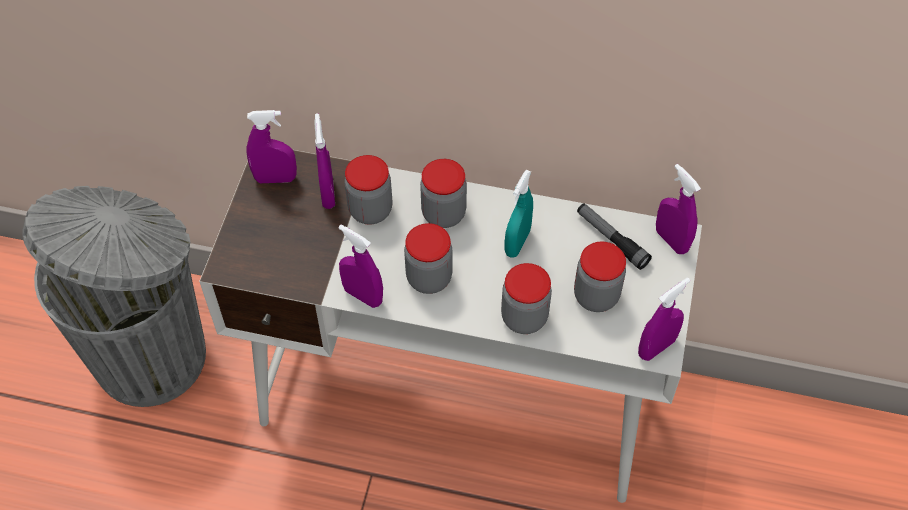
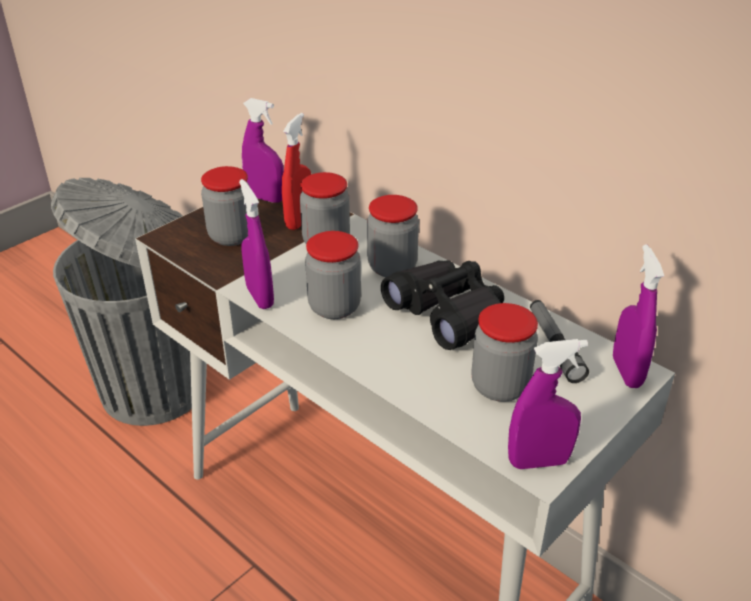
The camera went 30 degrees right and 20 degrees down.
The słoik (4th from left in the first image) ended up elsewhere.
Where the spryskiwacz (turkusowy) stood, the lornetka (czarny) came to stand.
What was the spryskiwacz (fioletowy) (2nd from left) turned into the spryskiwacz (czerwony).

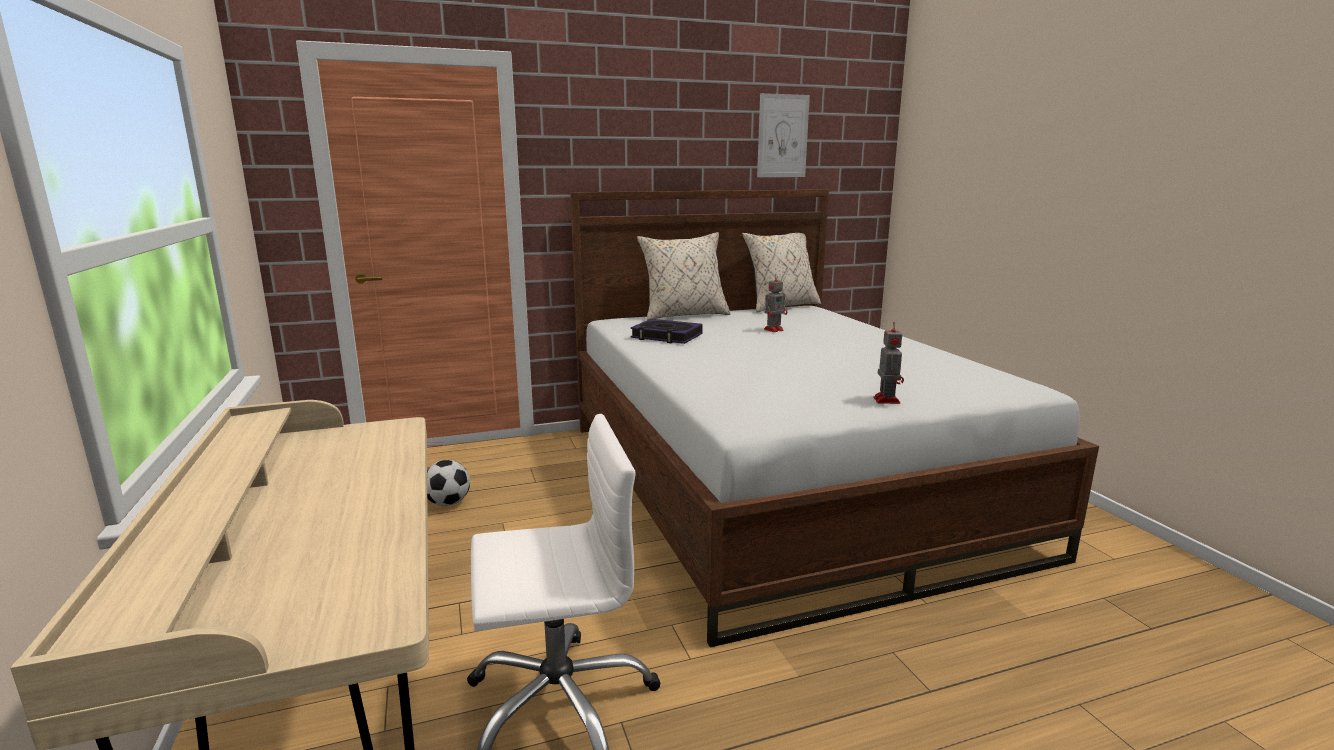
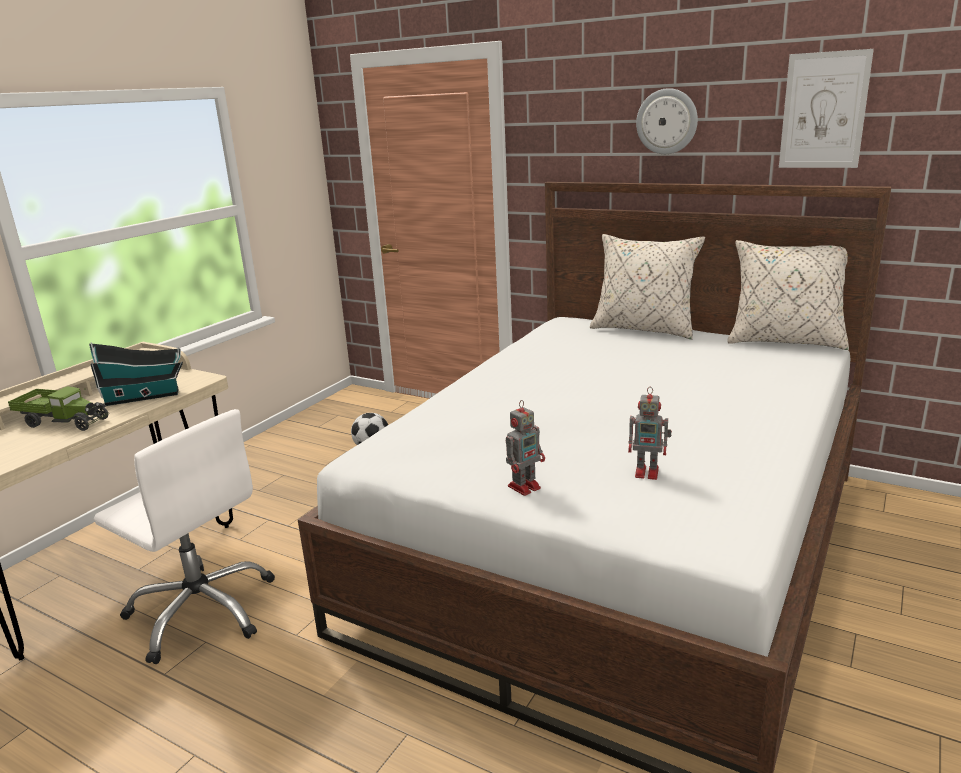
The camera went 50 degrees right and 5 degrees up.
The second view lost the książka.
The second view gained the ciężarówka zabawkowa.
The second view gained the domek.
The second view gained the zegar ścienny.
The robot zabawkowy (1st from left in the first image) ended up elsewhere.

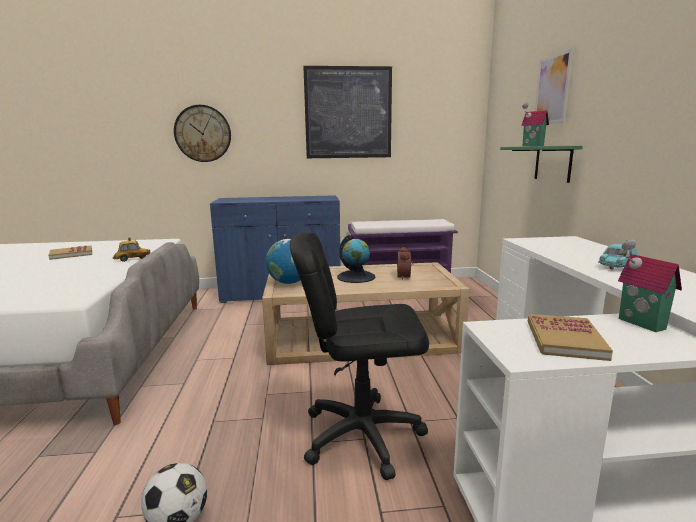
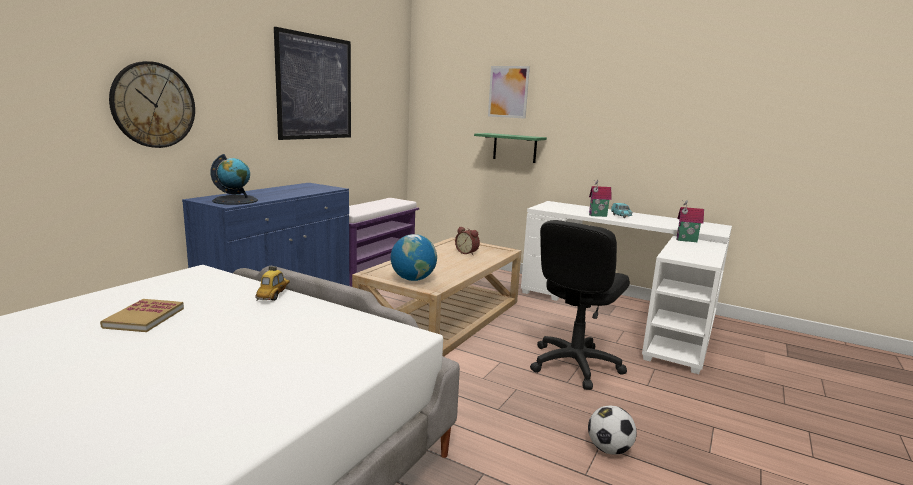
The camera went 55 degrees left and 0 degrees up.
The second view lost the książka (2nd from left).
The globus (2nd from left in the first image) ended up elsewhere.
The domek (1st from left) ended up elsewhere.

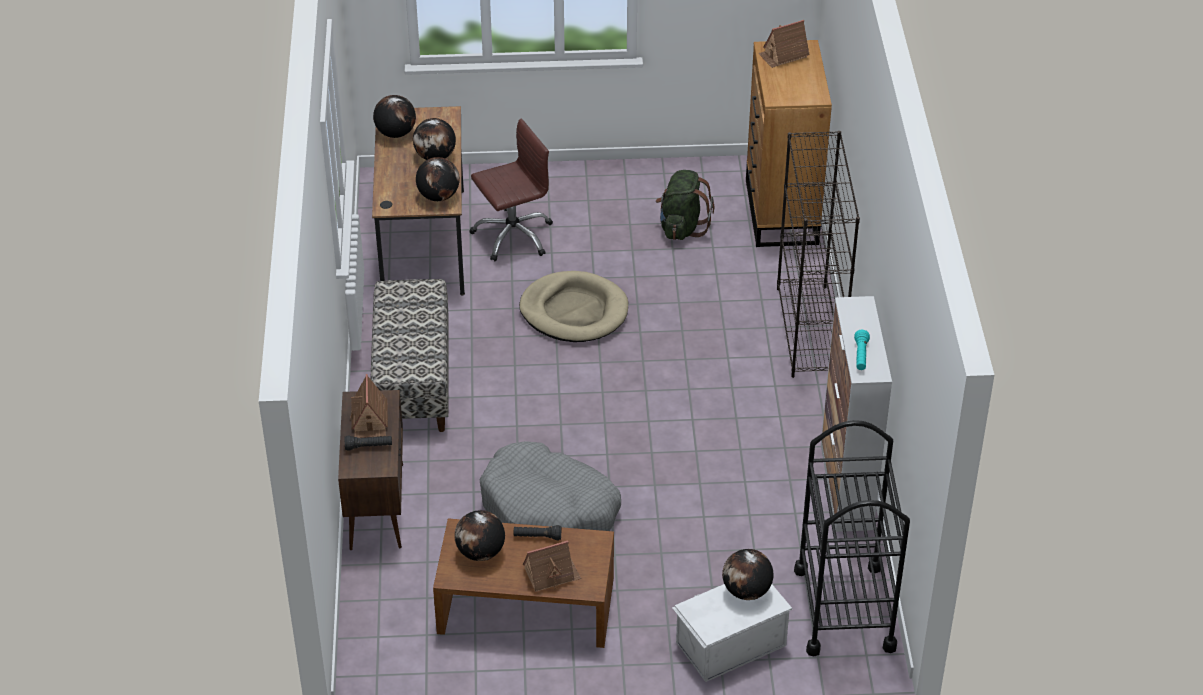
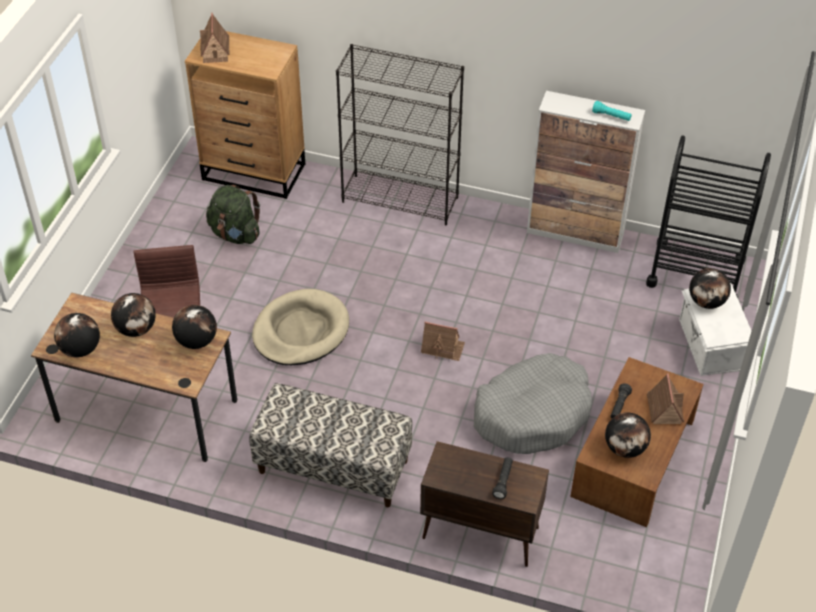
The camera went 70 degrees left and 5 degrees up.
The domek (1st from left in the first image) ended up elsewhere.

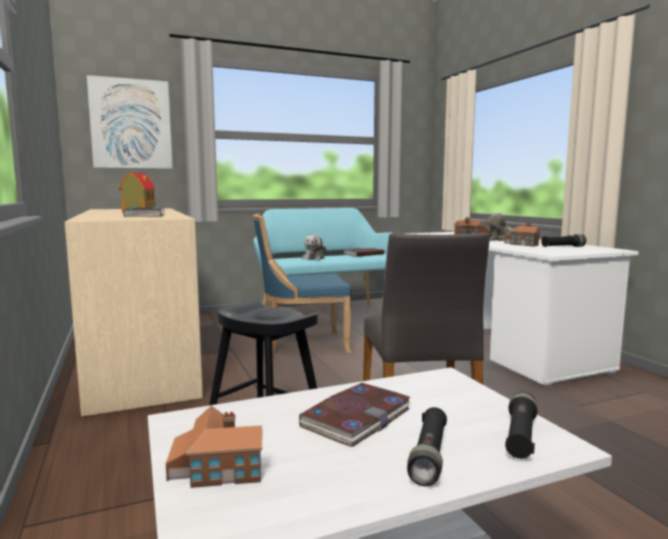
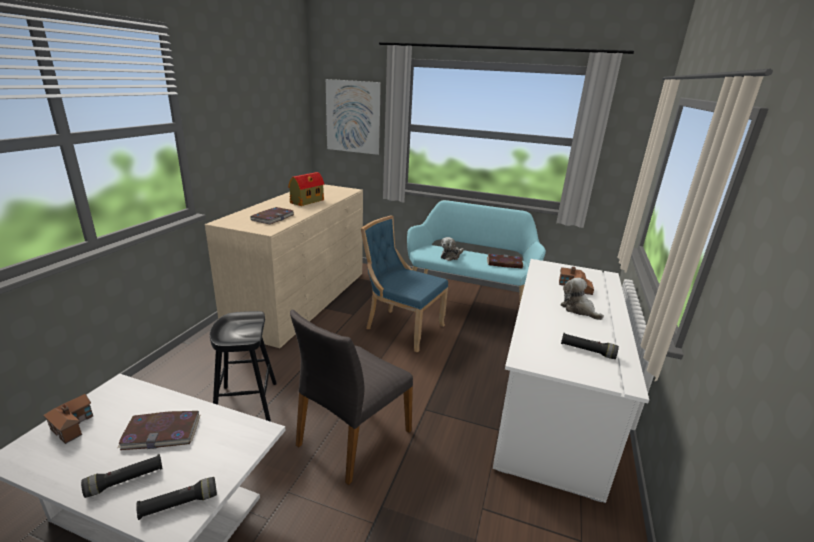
The camera went 40 degrees right and 15 degrees up.
The second view lost the domek (4th from left).

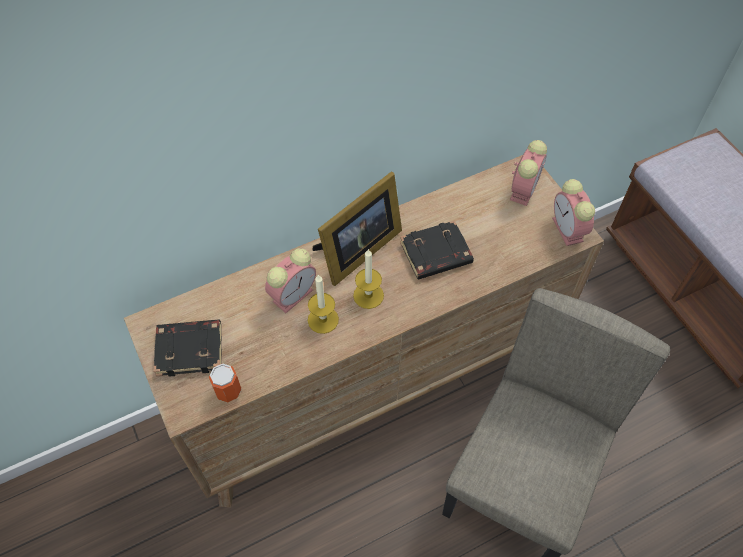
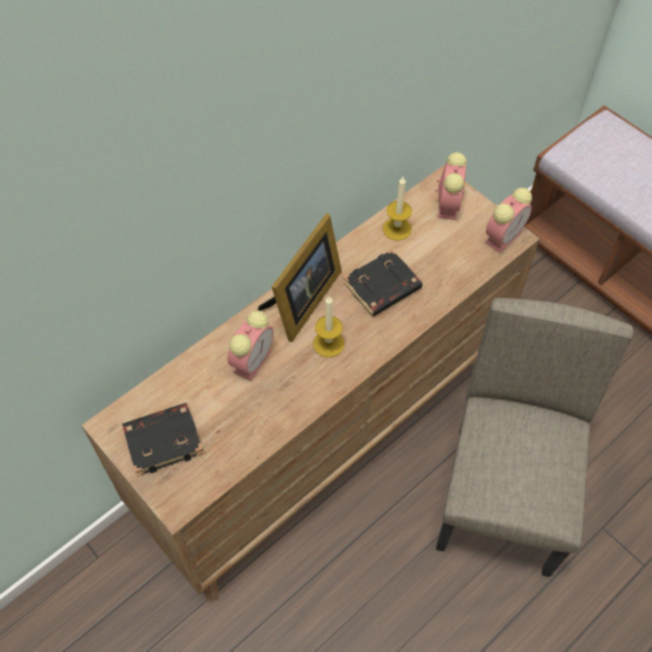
The camera went 15 degrees left and 0 degrees up.
The second view lost the puszka.
The świeca (1st from left in the first image) ended up elsewhere.
The budzik (3rd from left) ended up facing another way, 105 degrees counterclockwise from before.

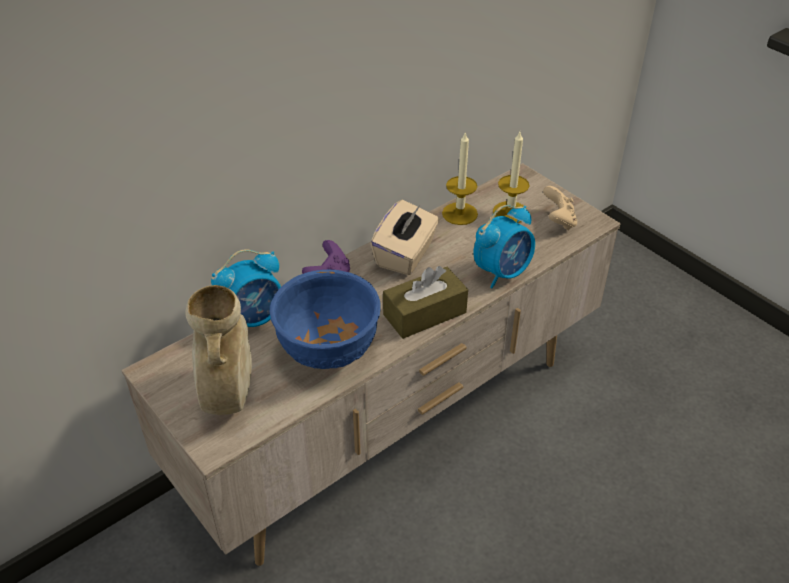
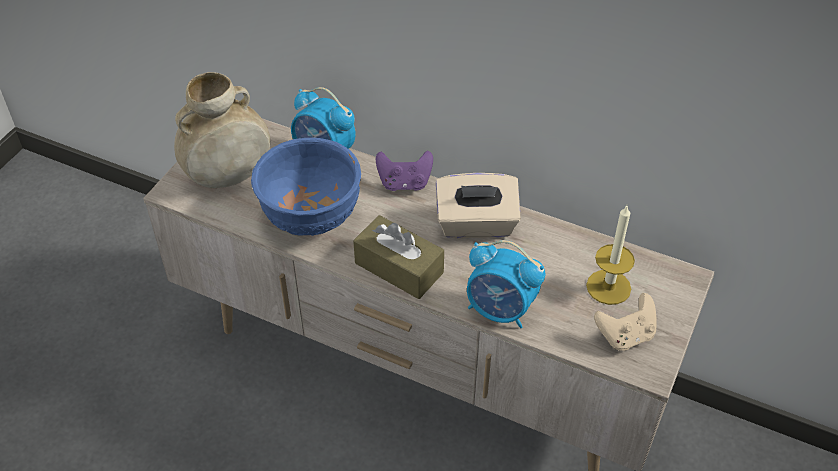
The camera went 65 degrees right and 5 degrees up.
The second view lost the świeca (1st from left).

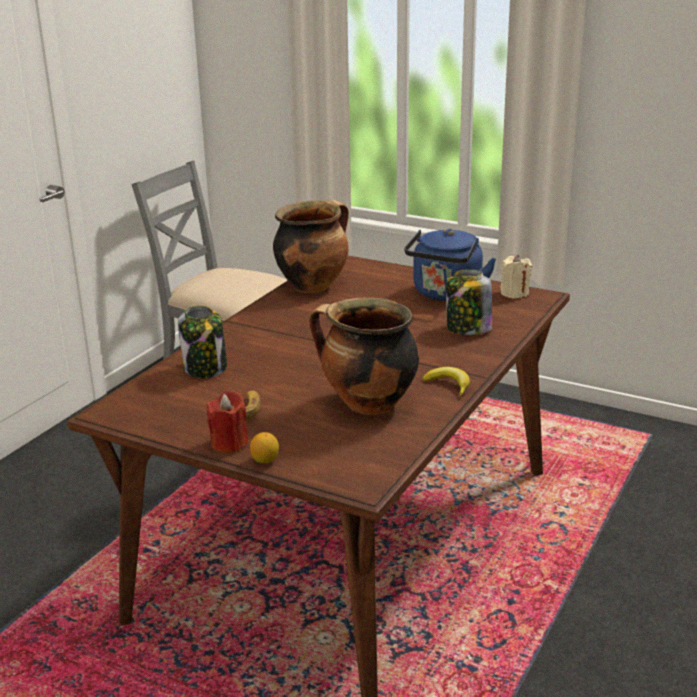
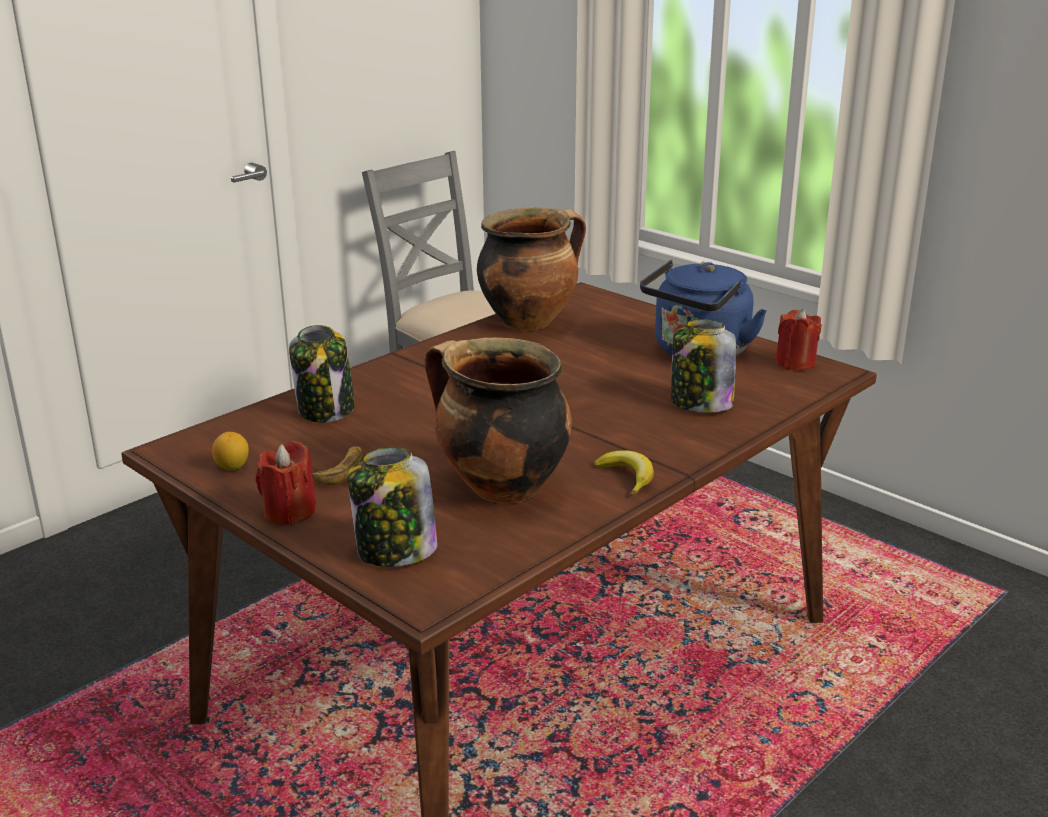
The camera went 15 degrees right and 0 degrees up.
The second view gained the słoik (2nd from left).
The cytryna ended up elsewhere.
What was the świeca (beżowy) turned into the świeca (czerwony) (2nd from left).

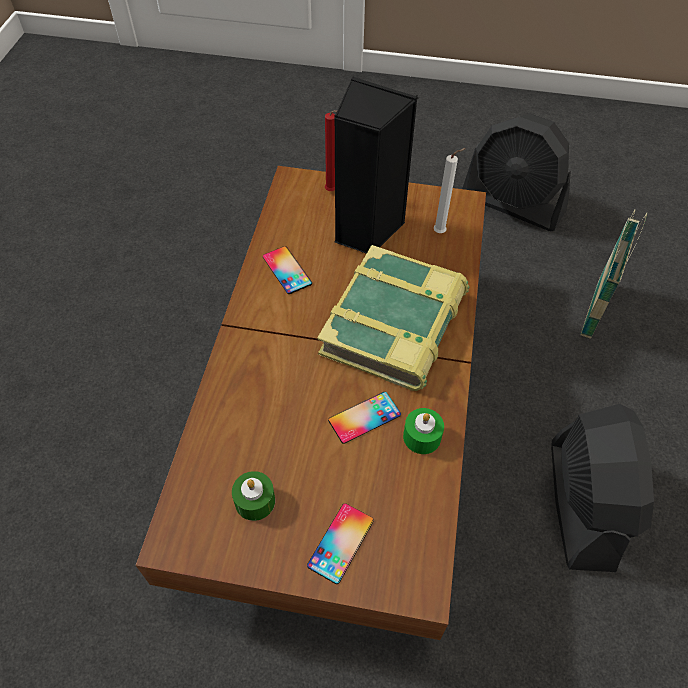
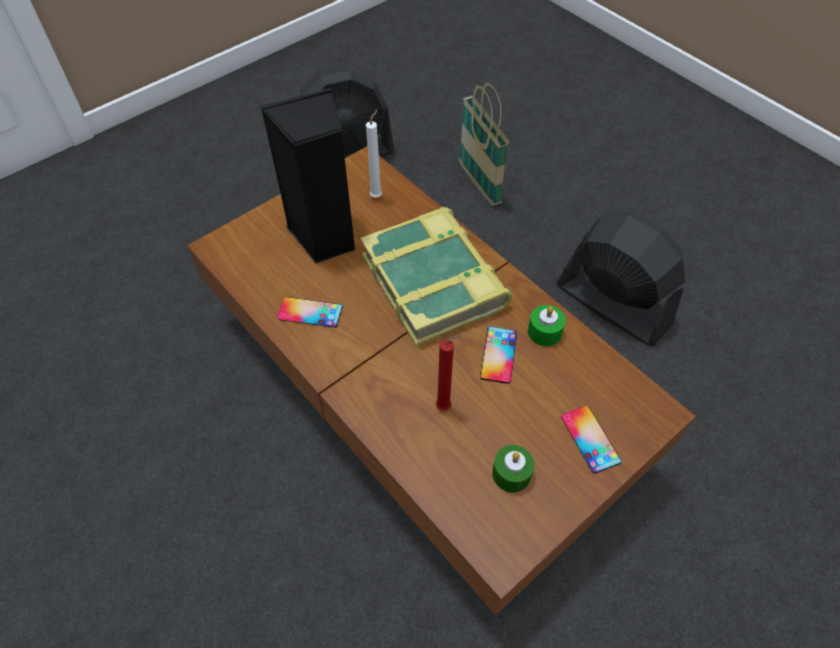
The camera went 50 degrees left and 0 degrees up.
The świeca (czerwony) ended up elsewhere.

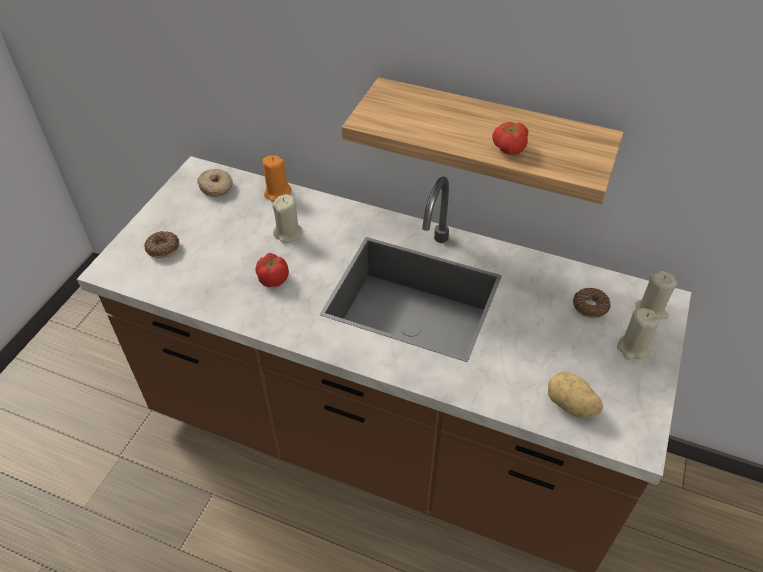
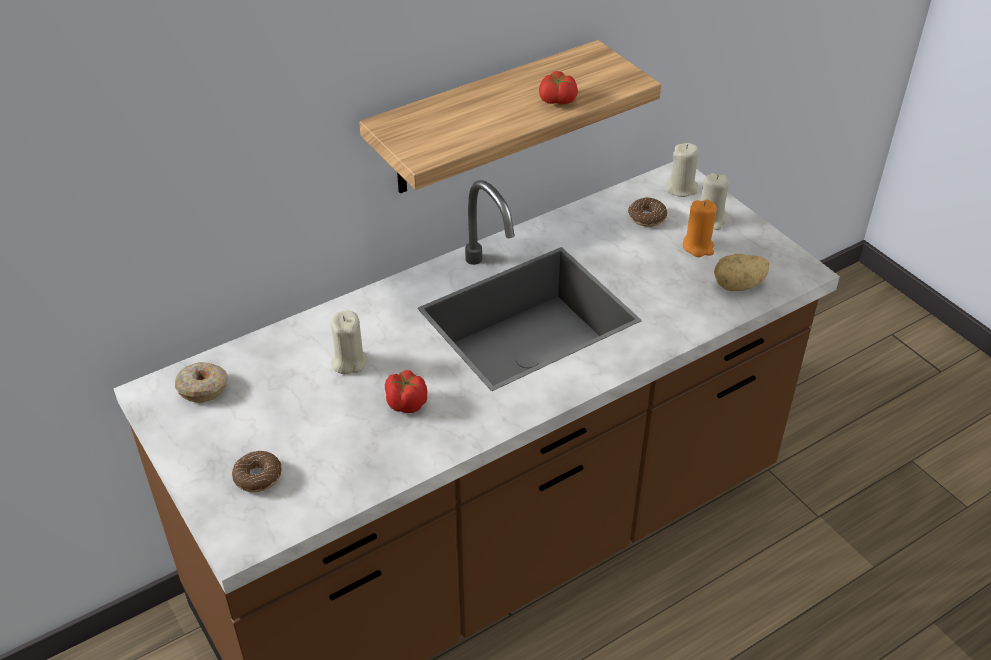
The camera went 55 degrees left and 5 degrees down.
The świeca (pomarańczowy) ended up elsewhere.

